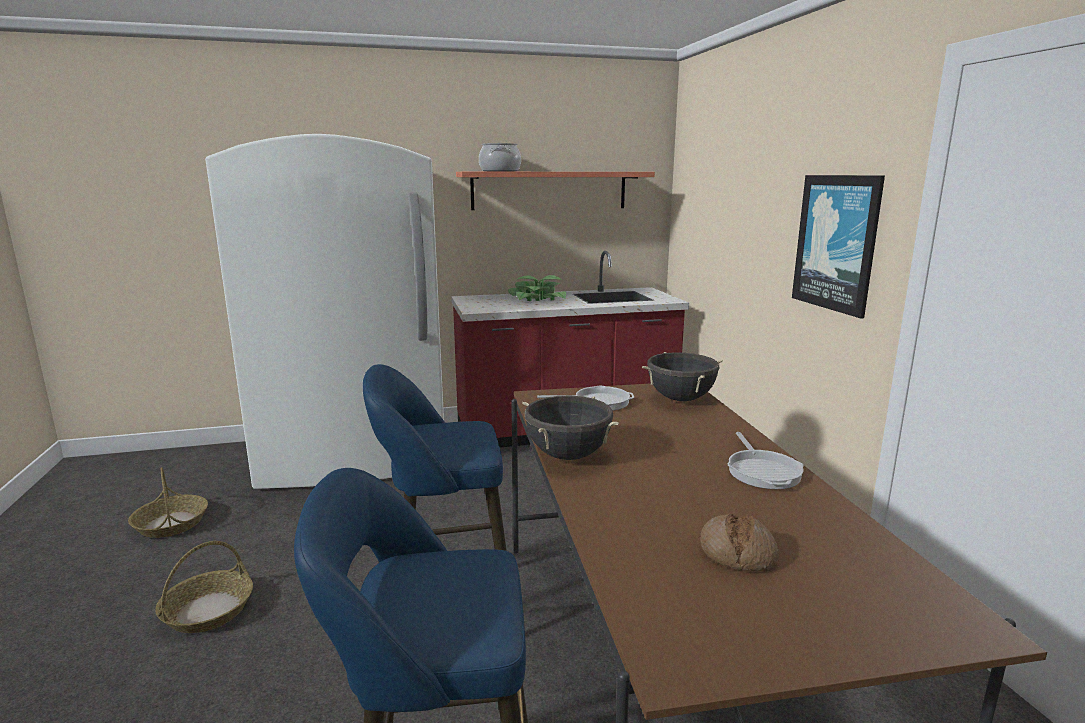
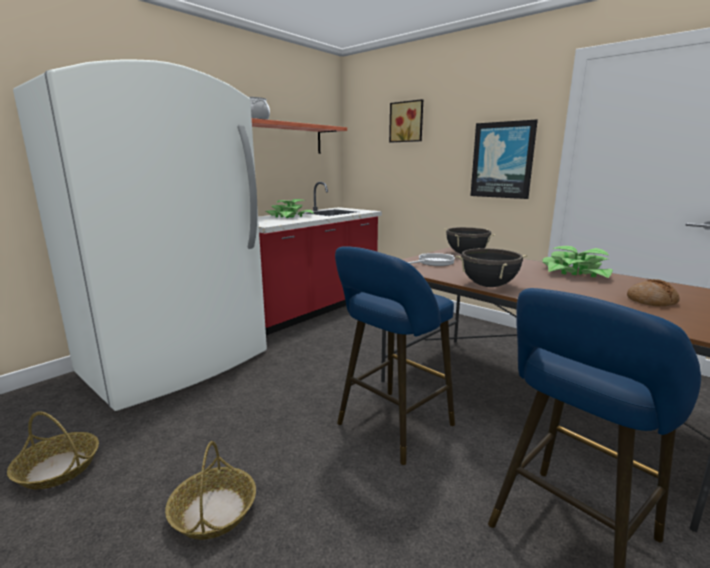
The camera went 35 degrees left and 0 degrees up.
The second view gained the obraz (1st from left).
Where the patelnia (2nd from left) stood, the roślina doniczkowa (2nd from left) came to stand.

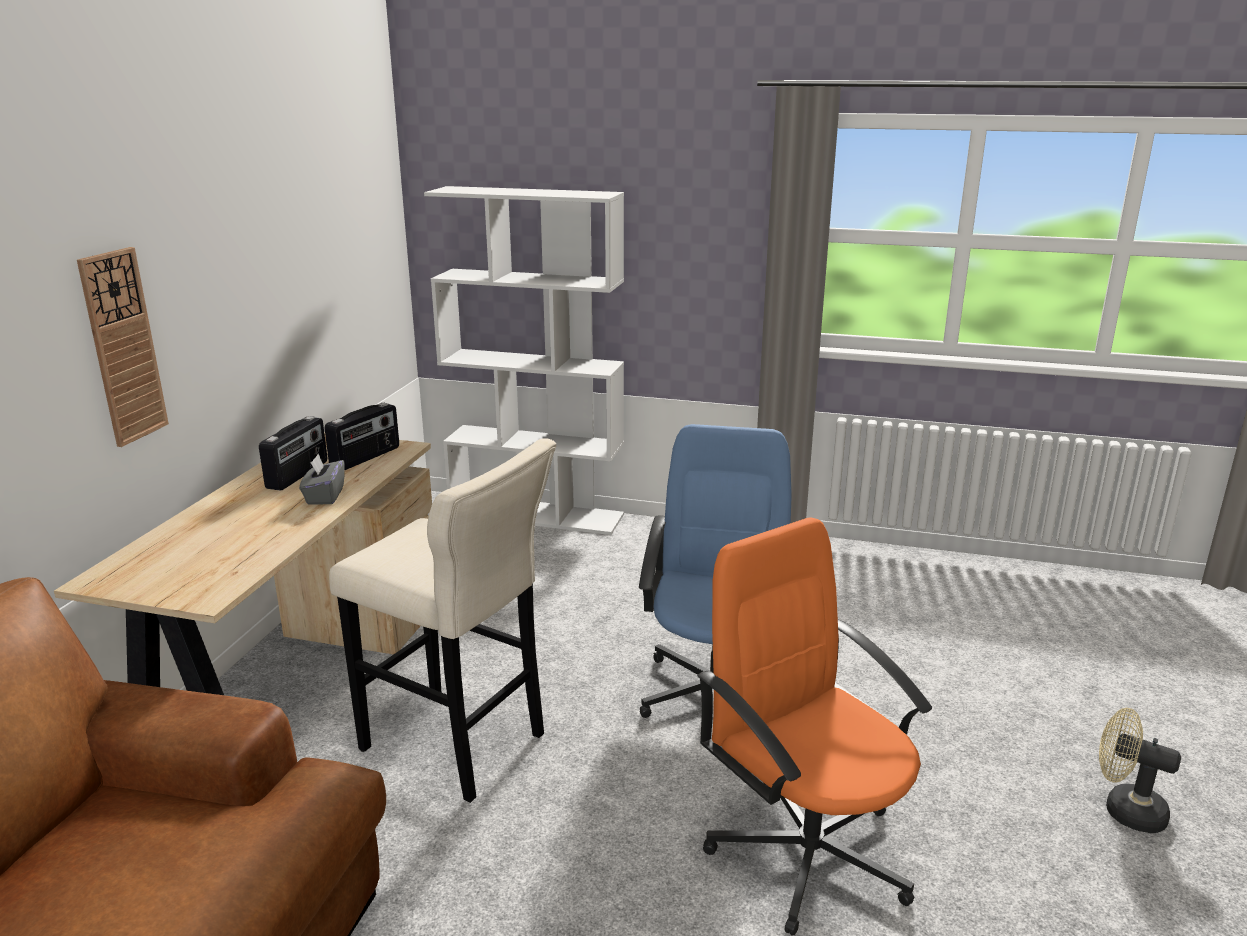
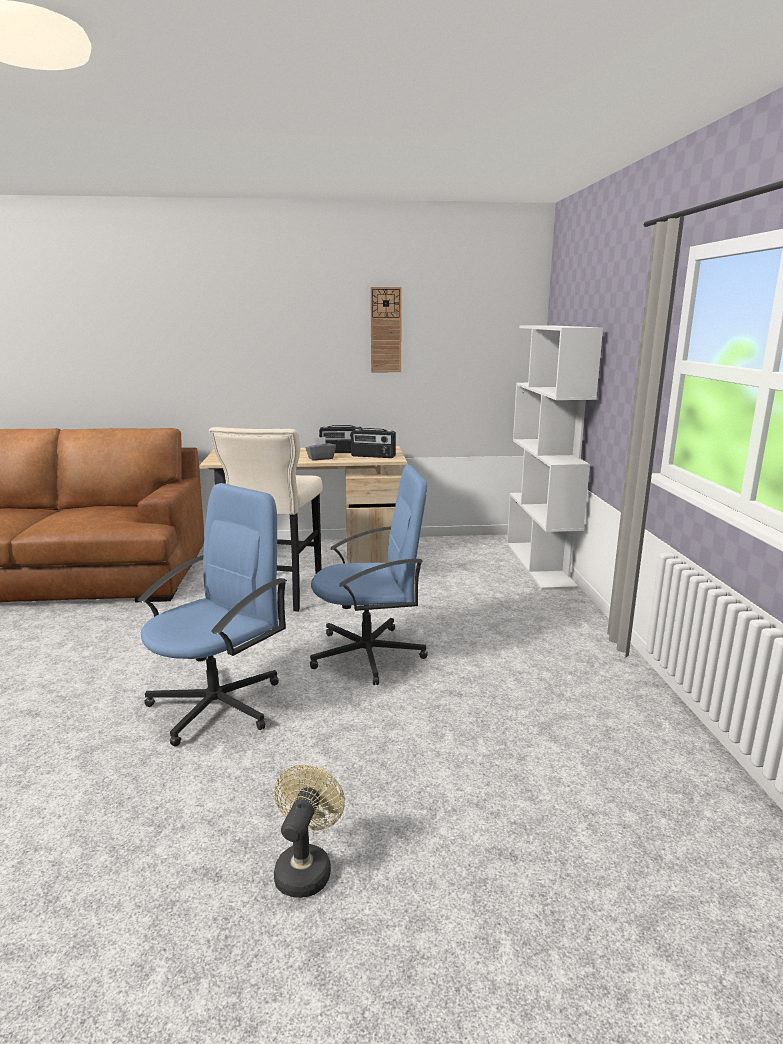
The camera went 70 degrees right and 5 degrees down.
The zegar ścienny ended up elsewhere.
What was the krzesło biurowe (pomarańczowy) turned into the krzesło biurowe (niebieski) (1st from left).

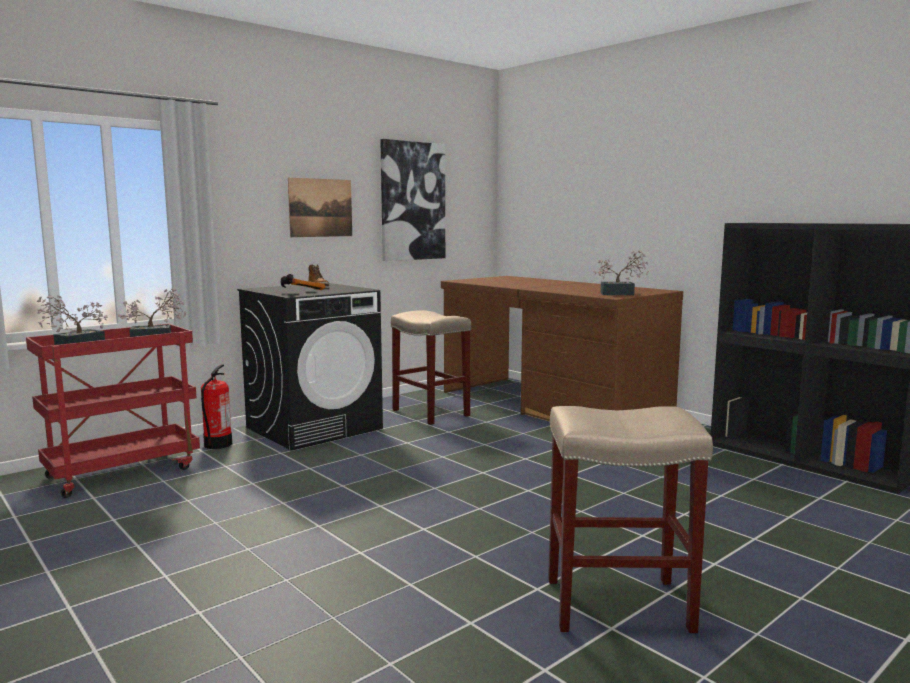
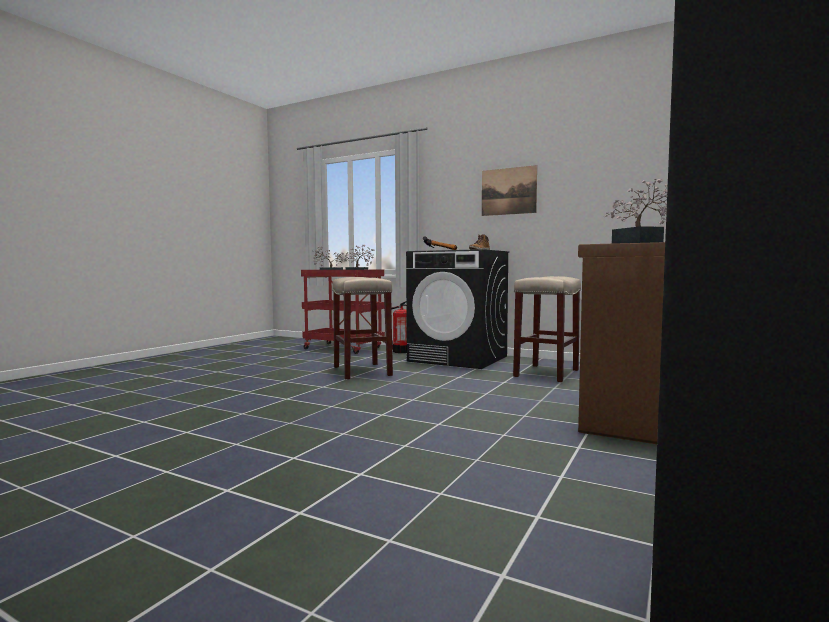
The camera went 70 degrees right and 5 degrees down.
The second view lost the obraz (2nd from left).
The stołek (beżowy) (2nd from left in the first image) ended up elsewhere.

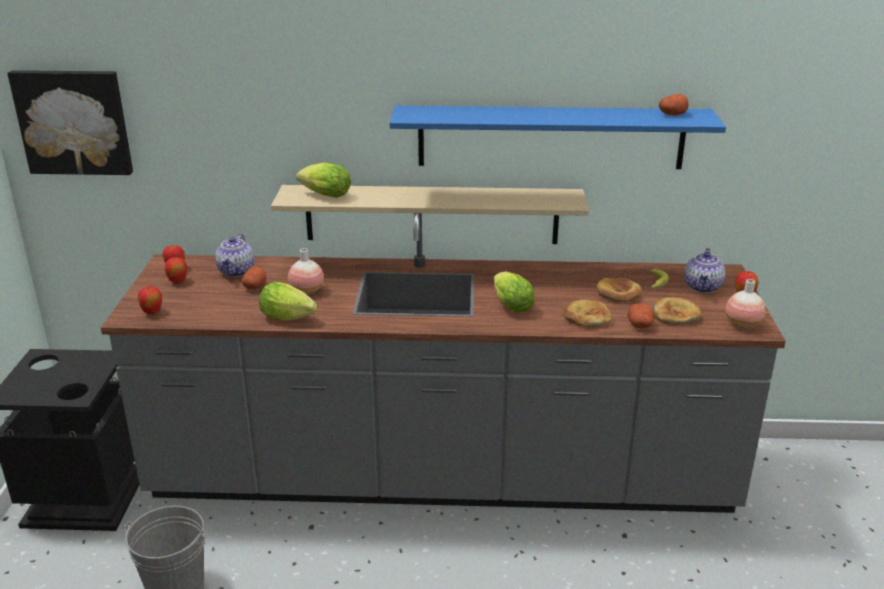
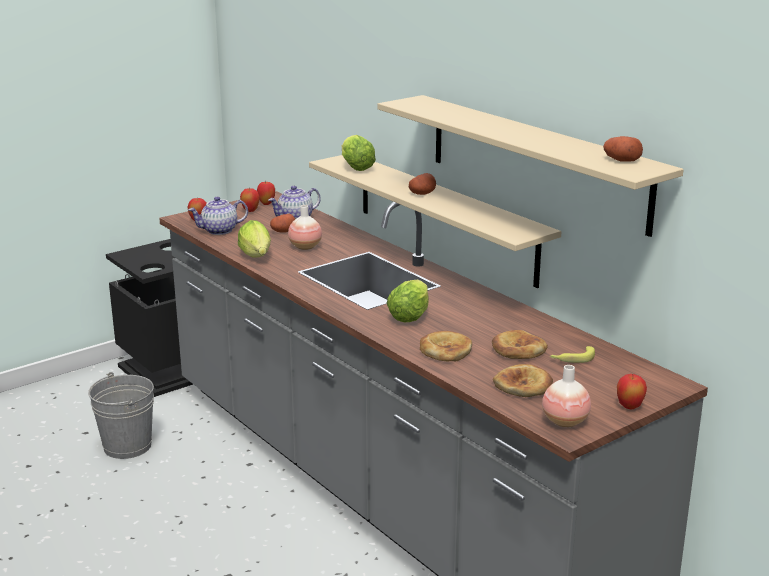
The camera went 50 degrees right and 5 degrees down.
The second view lost the obraz.
The ziemniak (2nd from left) ended up elsewhere.
The imbryk (2nd from left in the first image) ended up elsewhere.
What was the półka (niebieski) turned into the półka (beżowy) (2nd from left).

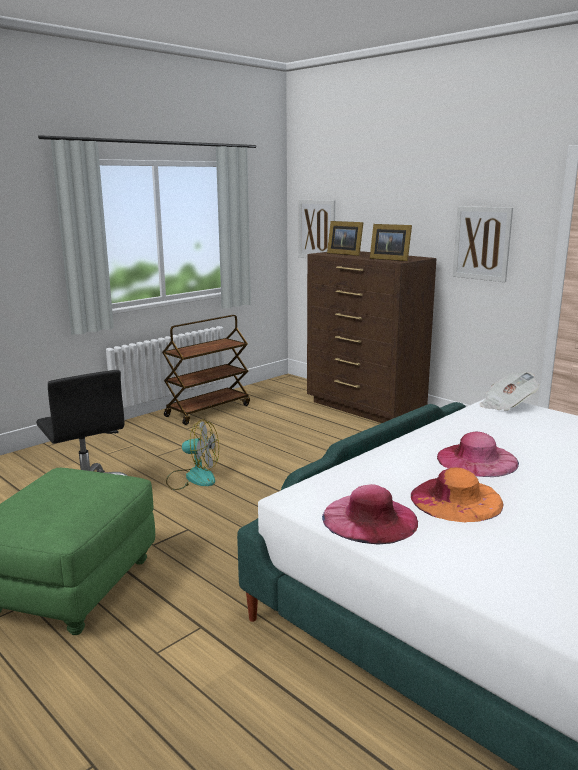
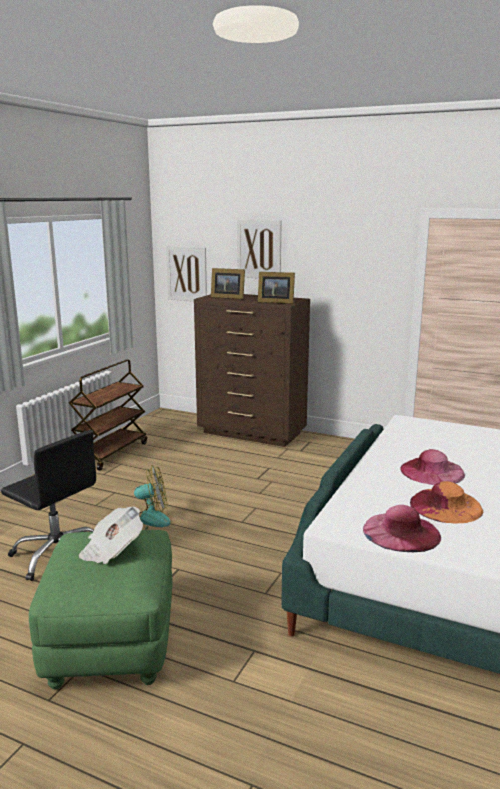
The camera went 20 degrees left and 0 degrees up.
The obraz (2nd from left) ended up elsewhere.
The gazeta ended up elsewhere.

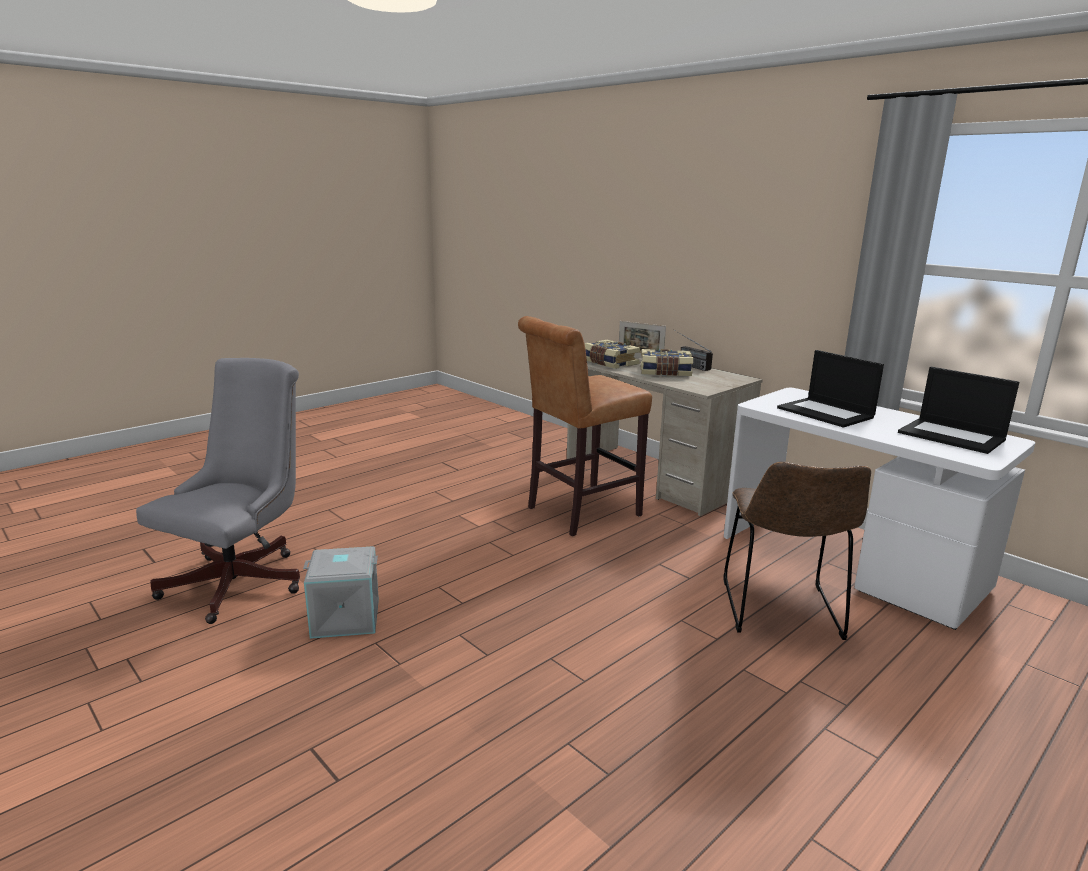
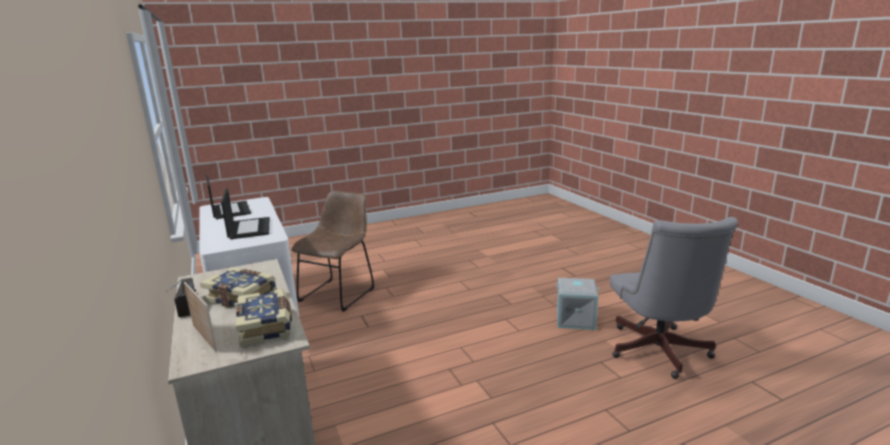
The camera went 160 degrees left and 0 degrees up.
The second view lost the stołek (brązowy).
The krzesło biurowe (szary) ended up facing another way, 45 degrees counterclockwise from before.

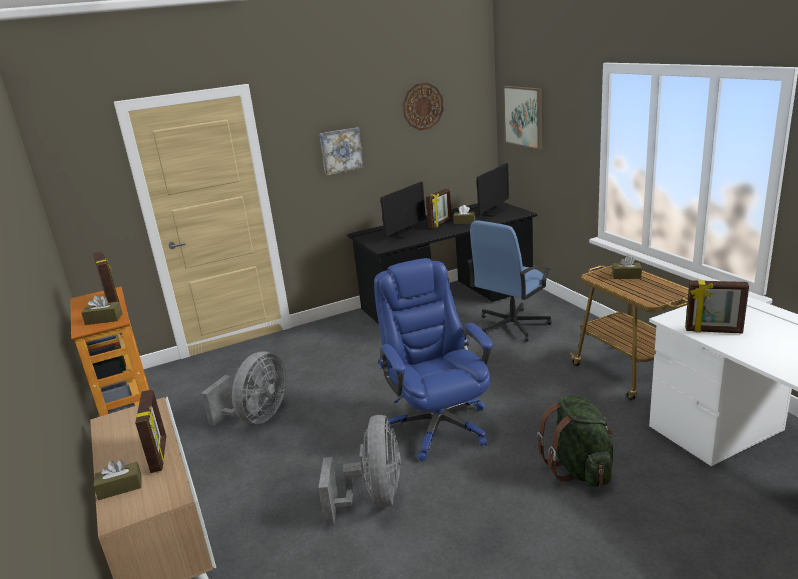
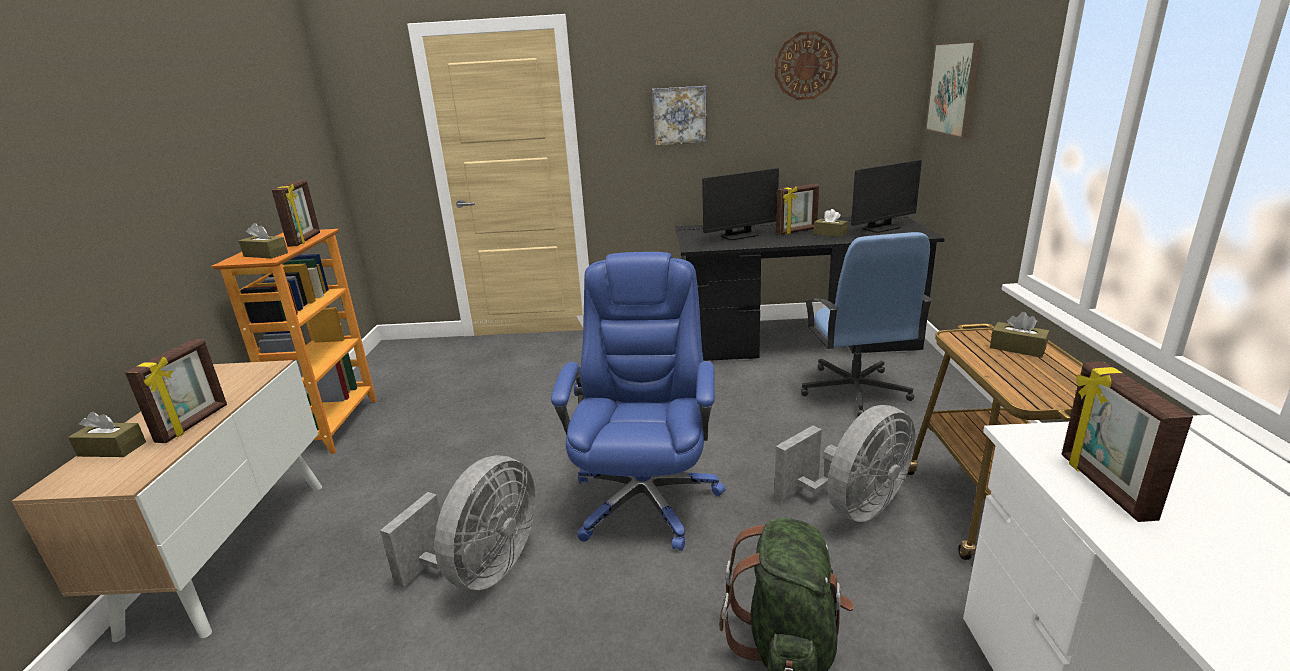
The camera went 25 degrees right and 0 degrees up.
The wentylator (szary) (1st from left in the first image) ended up elsewhere.
The krzesło biurowe (niebieski) (2nd from left) ended up facing another way, 75 degrees counterclockwise from before.
The ramka na zdjęcie (4th from left) ended up facing another way, 45 degrees clockwise from before.

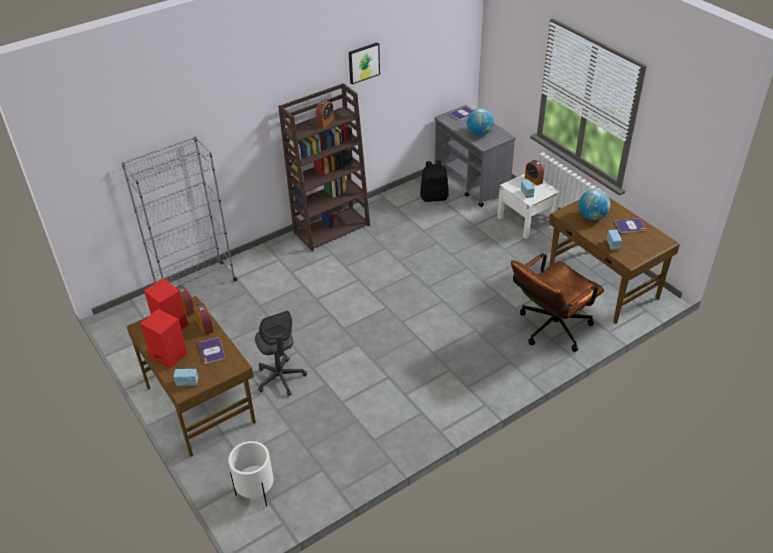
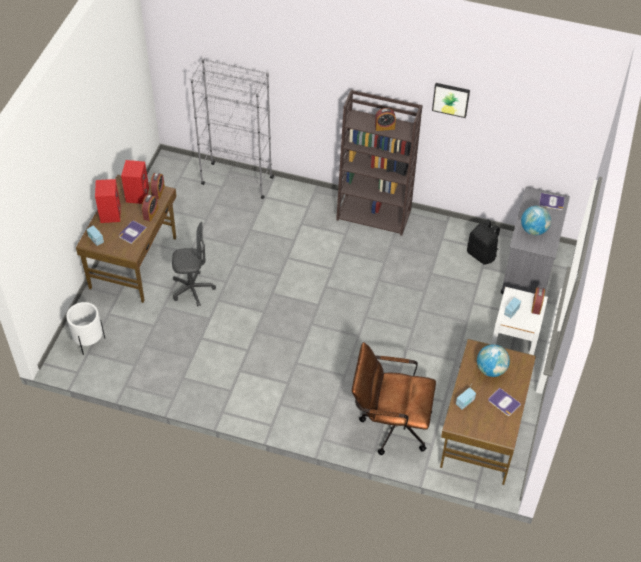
The camera went 50 degrees right and 10 degrees up.
The krzesło biurowe (szary) ended up facing another way, 120 degrees counterclockwise from before.

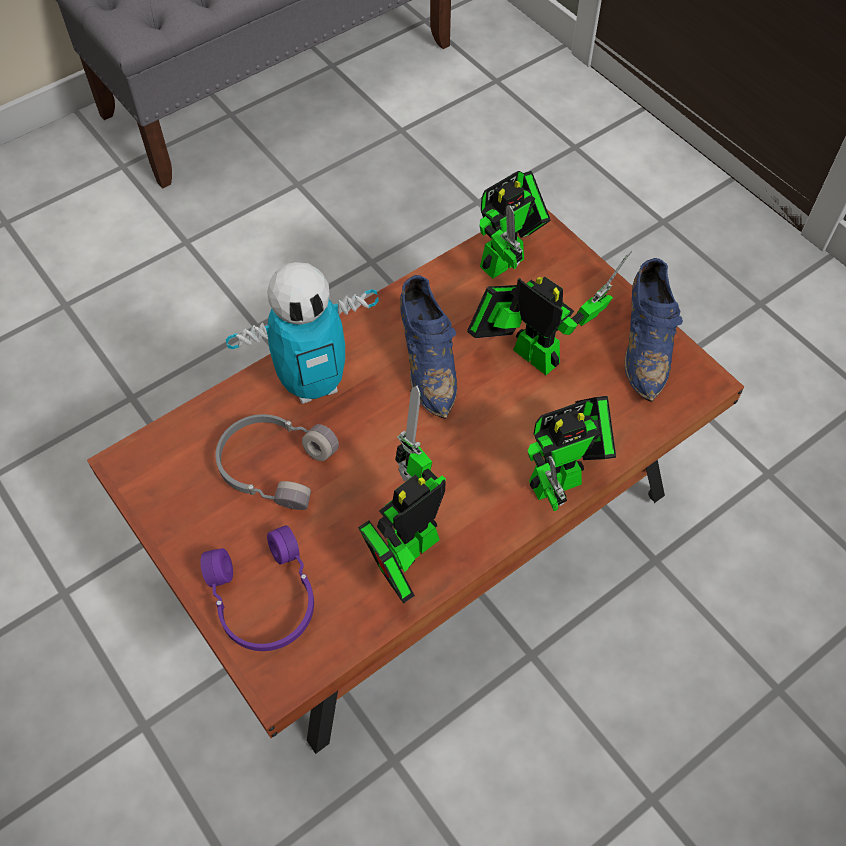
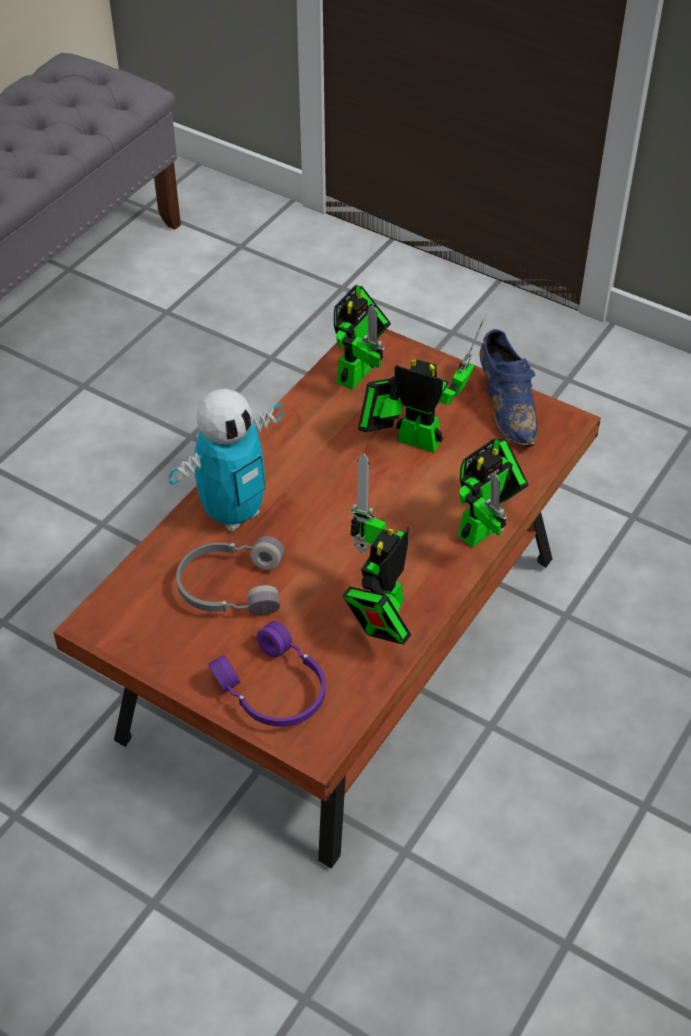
The camera went 20 degrees left and 10 degrees down.
The second view lost the but (niebieski) (1st from left).

